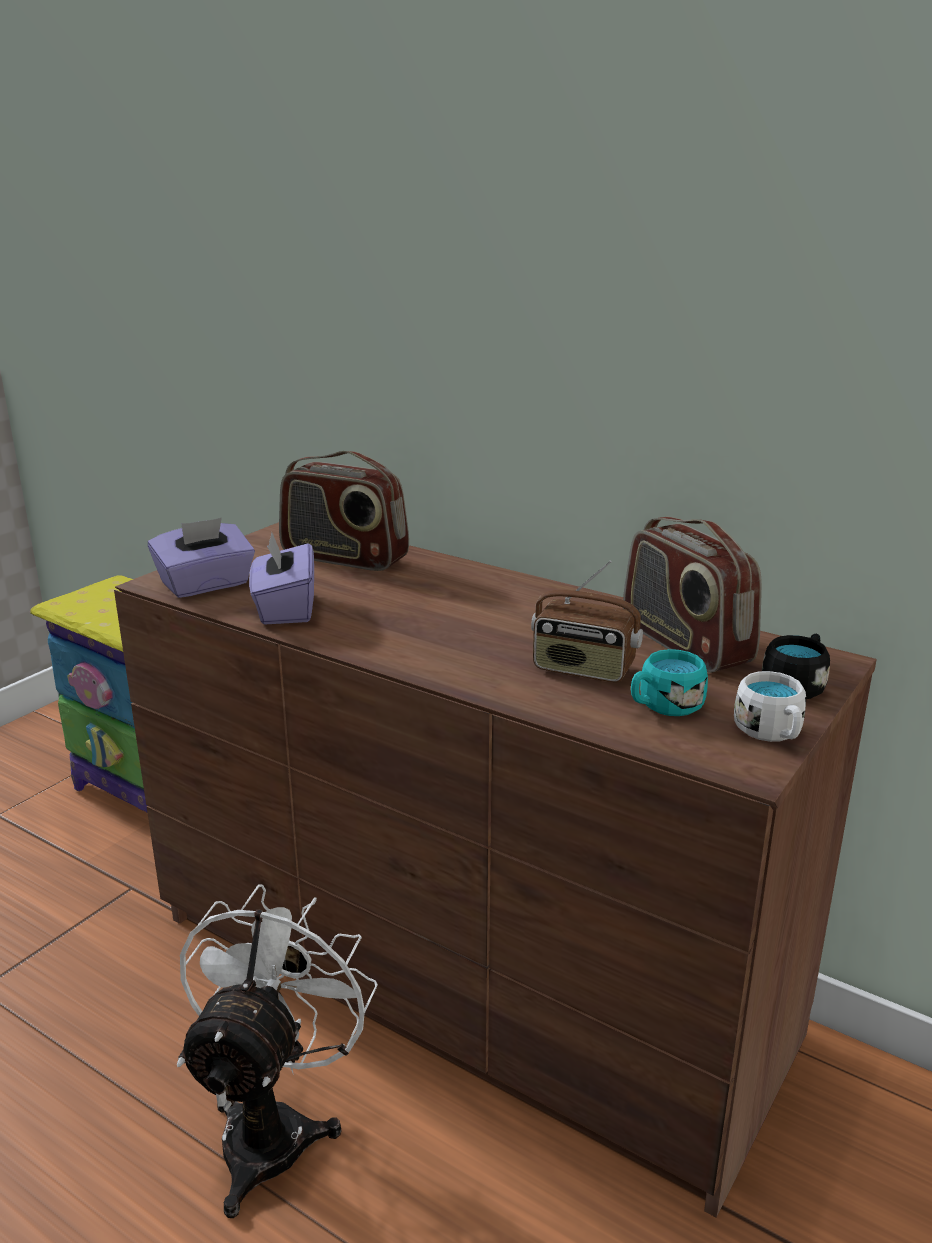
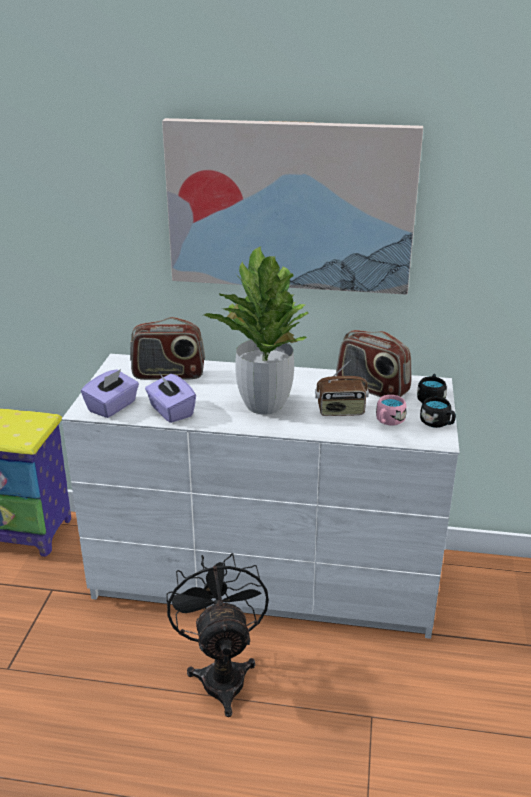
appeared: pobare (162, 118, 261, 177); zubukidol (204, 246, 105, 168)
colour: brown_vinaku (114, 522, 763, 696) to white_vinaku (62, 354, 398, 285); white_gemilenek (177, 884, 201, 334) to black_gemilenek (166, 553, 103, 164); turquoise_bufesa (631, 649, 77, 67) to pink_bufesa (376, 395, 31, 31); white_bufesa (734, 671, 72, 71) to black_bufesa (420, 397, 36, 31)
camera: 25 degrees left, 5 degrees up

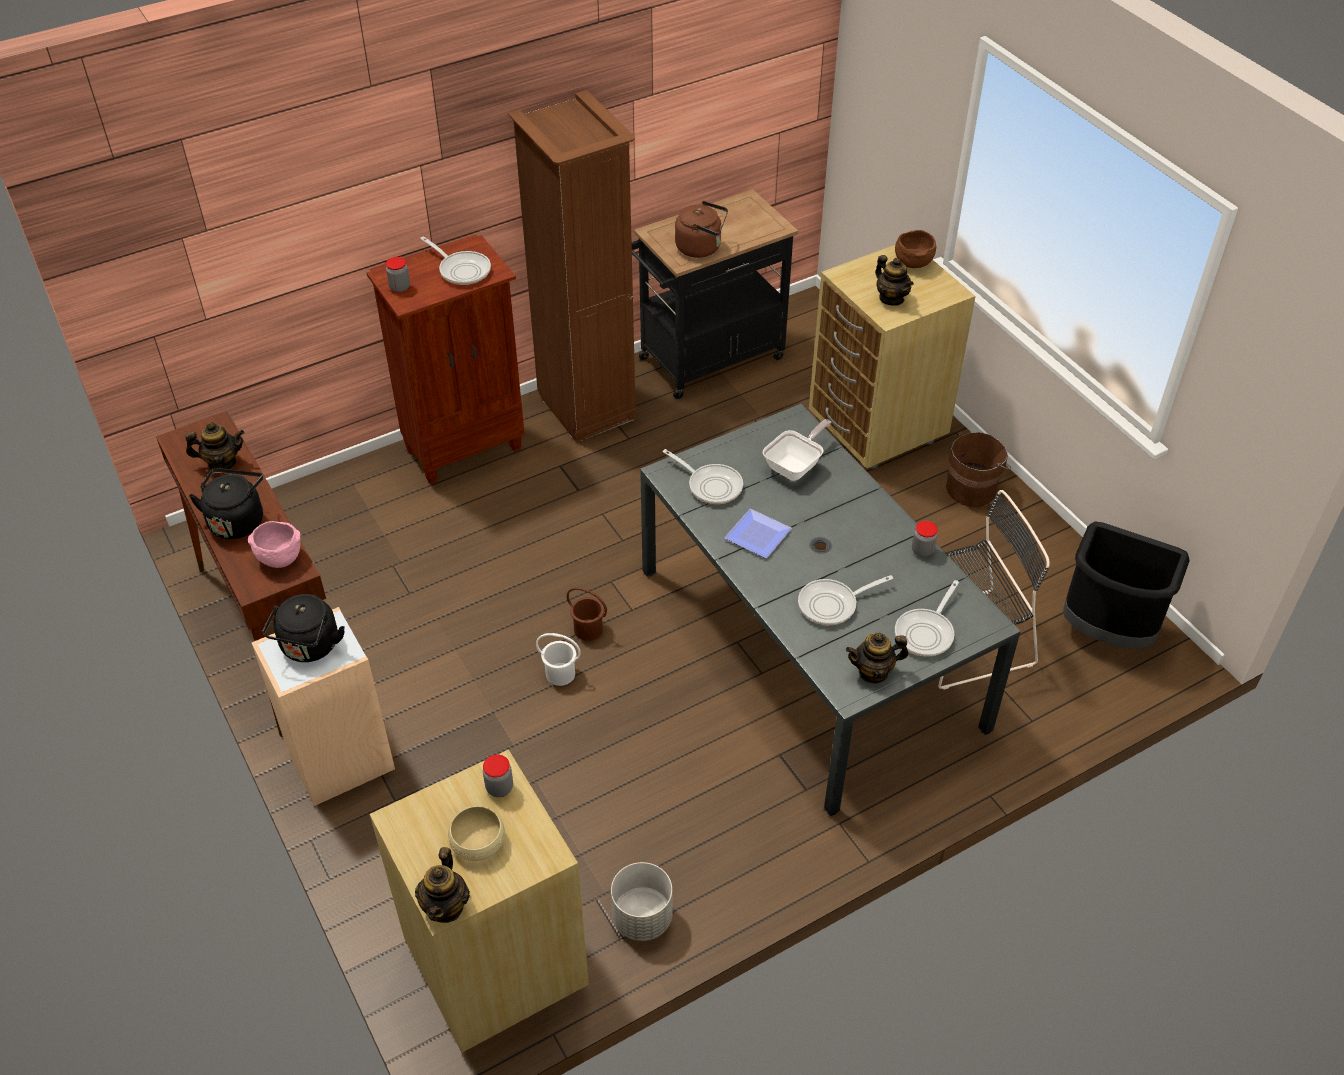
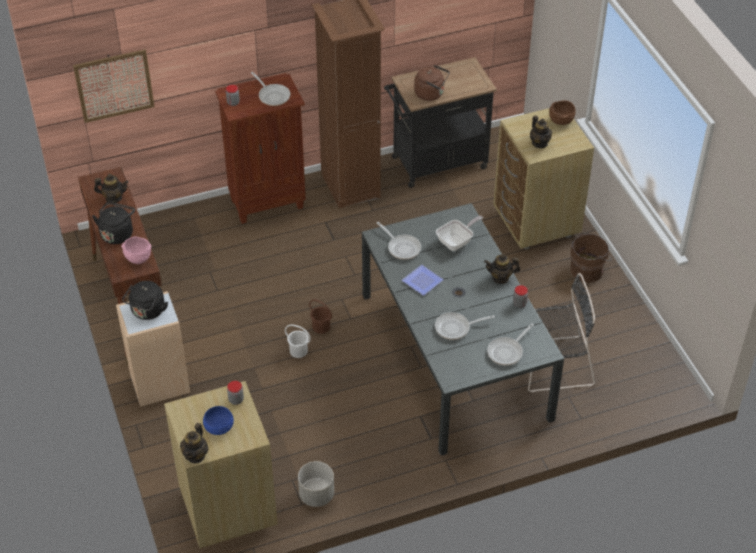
missing: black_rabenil (1063, 522, 127, 127)
appeared: pobare (73, 49, 82, 74)
relocated: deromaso (846, 633, 63, 51) to (484, 254, 37, 30)
colour: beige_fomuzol (448, 806, 57, 55) to blue_fomuzol (203, 406, 31, 29)
camera: 10 degrees right, 0 degrees up

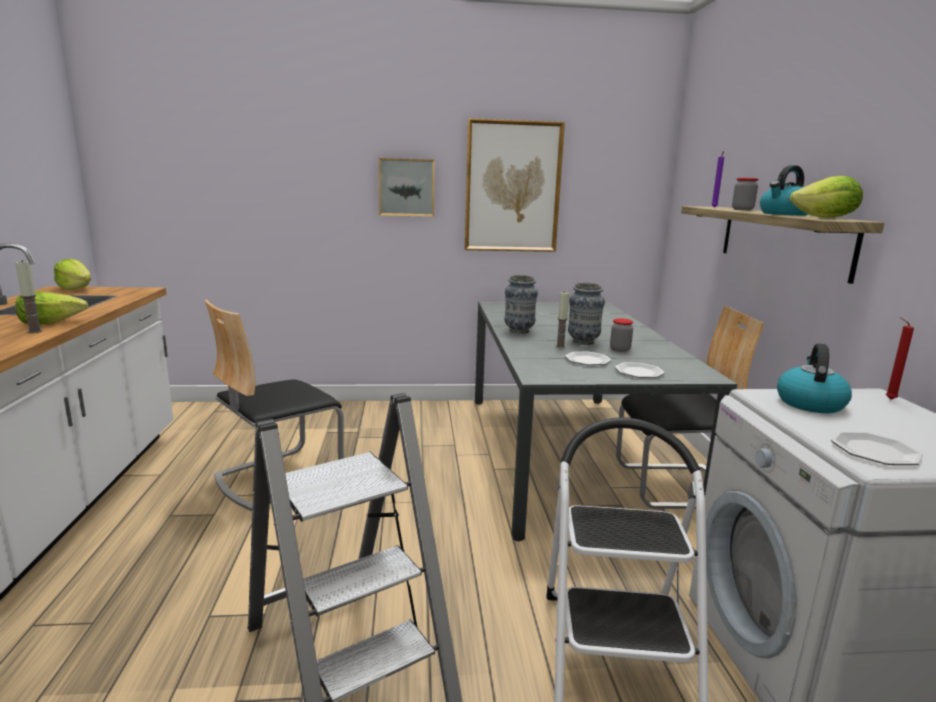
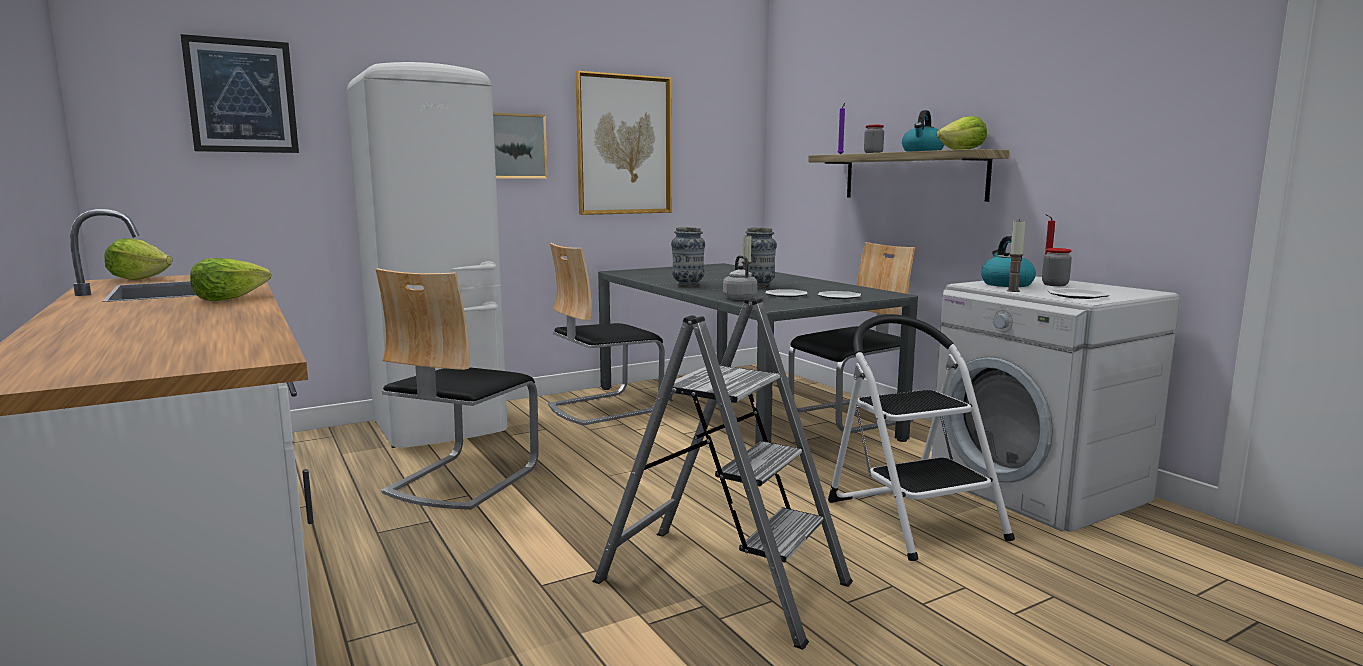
appeared: pobare (181, 34, 118, 119); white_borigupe (347, 62, 160, 386); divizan (548, 243, 117, 183); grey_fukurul (723, 256, 34, 44)
relocated: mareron (15, 260, 27, 73) to (1007, 219, 18, 73); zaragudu (610, 318, 23, 34) to (1042, 248, 30, 38)
camera: 25 degrees left, 5 degrees down

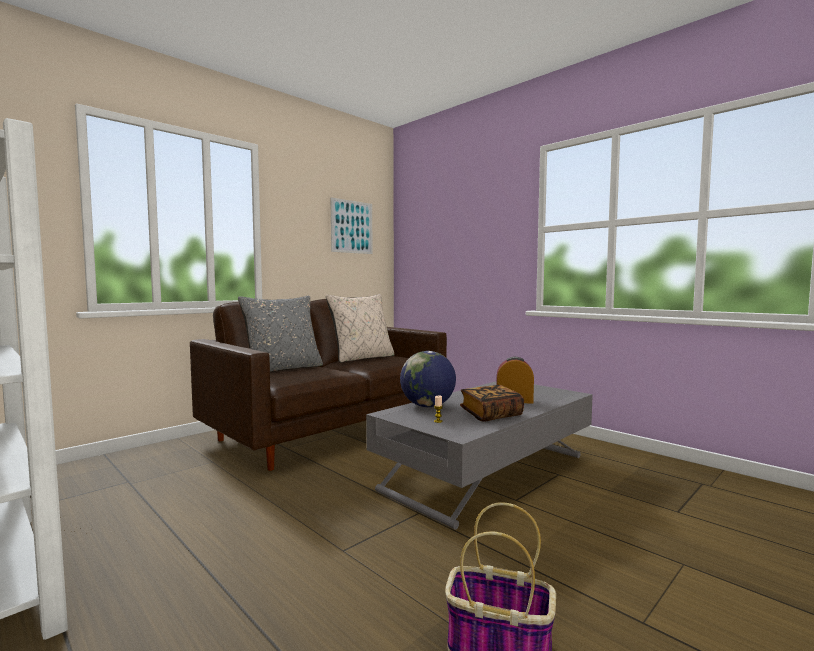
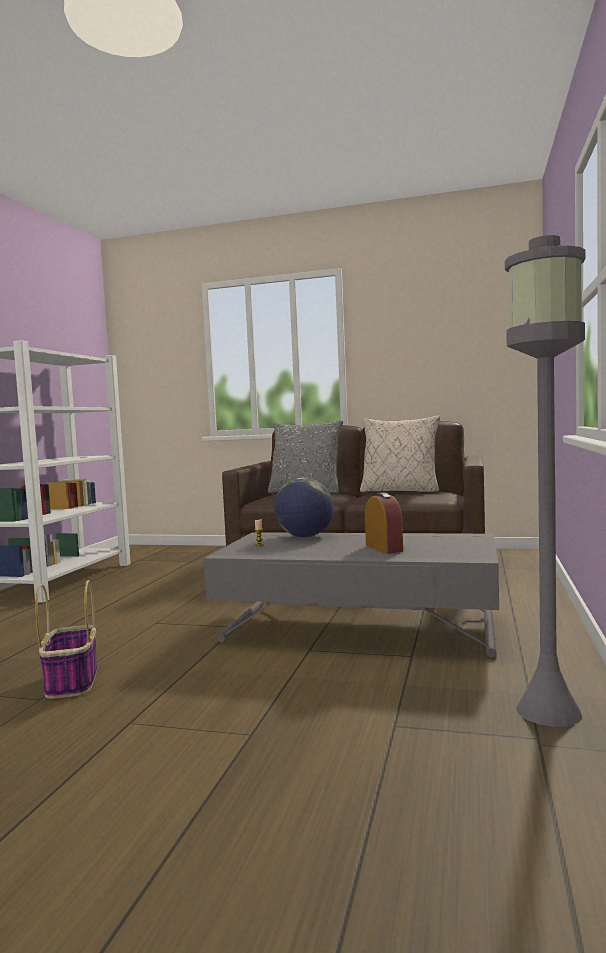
missing: pobare (331, 197, 42, 57); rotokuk (460, 385, 64, 37)
appeared: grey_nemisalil (505, 235, 81, 492)
camera: 60 degrees right, 0 degrees up

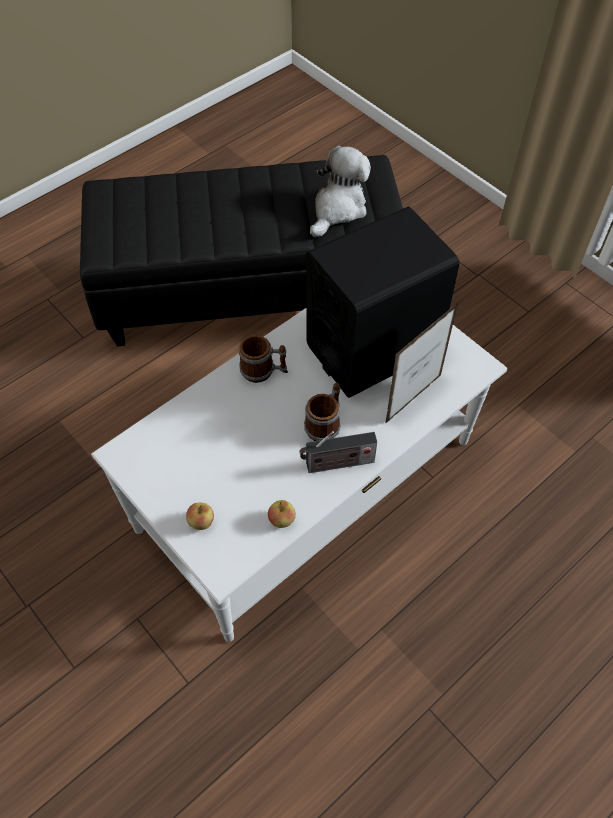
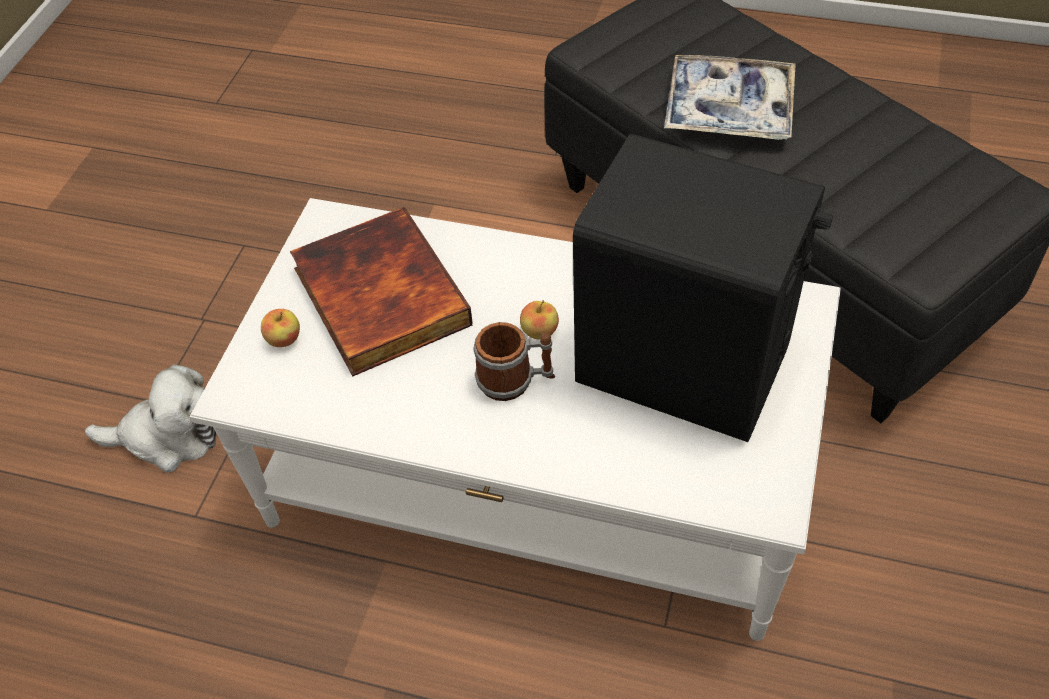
missing: bufesa (239, 335, 49, 48); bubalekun (299, 431, 78, 42); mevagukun (385, 303, 73, 121)
appeared: rotokuk (290, 207, 183, 170); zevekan (664, 55, 132, 85)
relocated: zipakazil (268, 500, 28, 28) to (520, 300, 39, 40); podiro (310, 146, 61, 91) to (85, 364, 132, 109)
camera: 60 degrees right, 5 degrees down

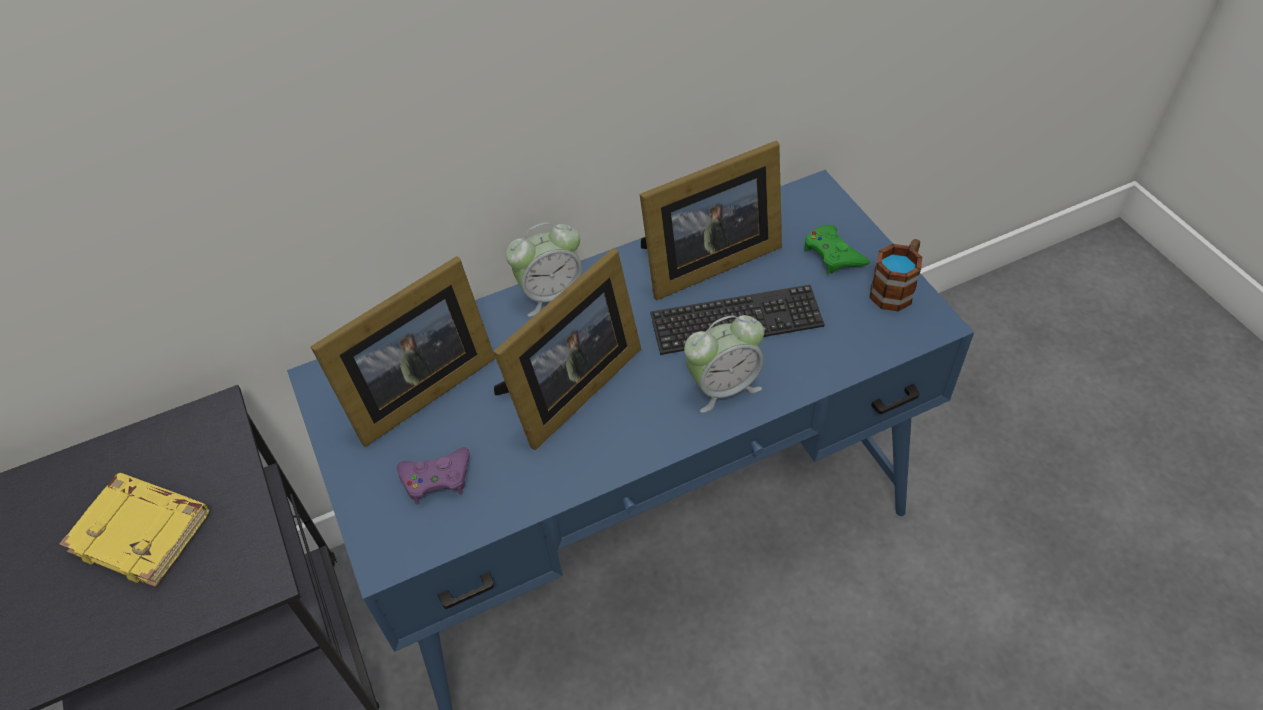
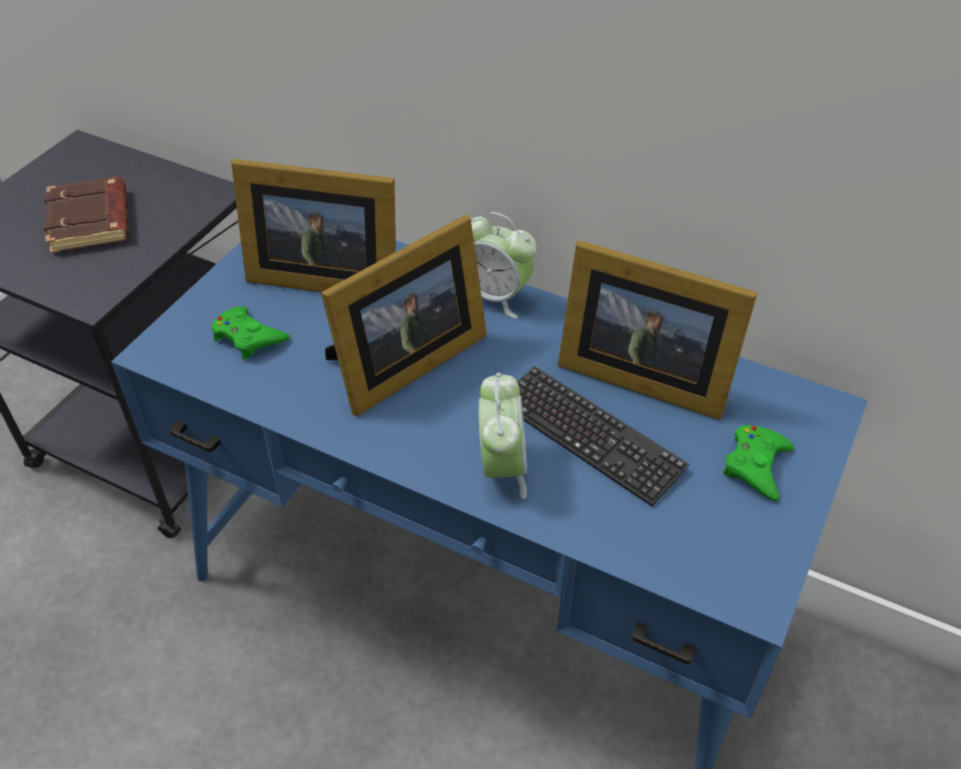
missing: bufesa (869, 239, 53, 72)
colour: yellow_rotokuk (59, 473, 150, 115) to brown_rotokuk (44, 177, 85, 76); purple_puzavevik (397, 447, 72, 58) to green_puzavevik (211, 306, 79, 54)
spun: mevagukun (493, 248, 148, 202) = (321, 214, 166, 203) 45 degrees counterclockwise; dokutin (684, 315, 80, 98) = (479, 373, 48, 126) 120 degrees counterclockwise
camera: 50 degrees right, 5 degrees down

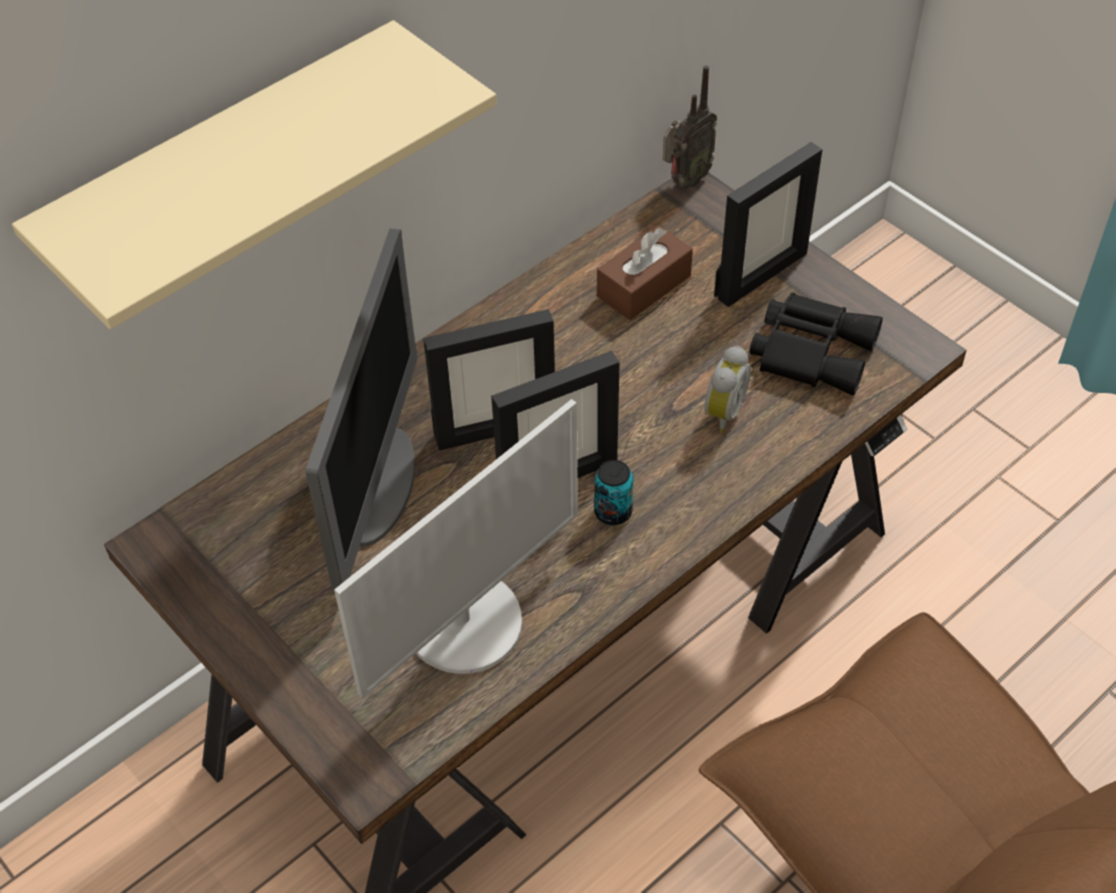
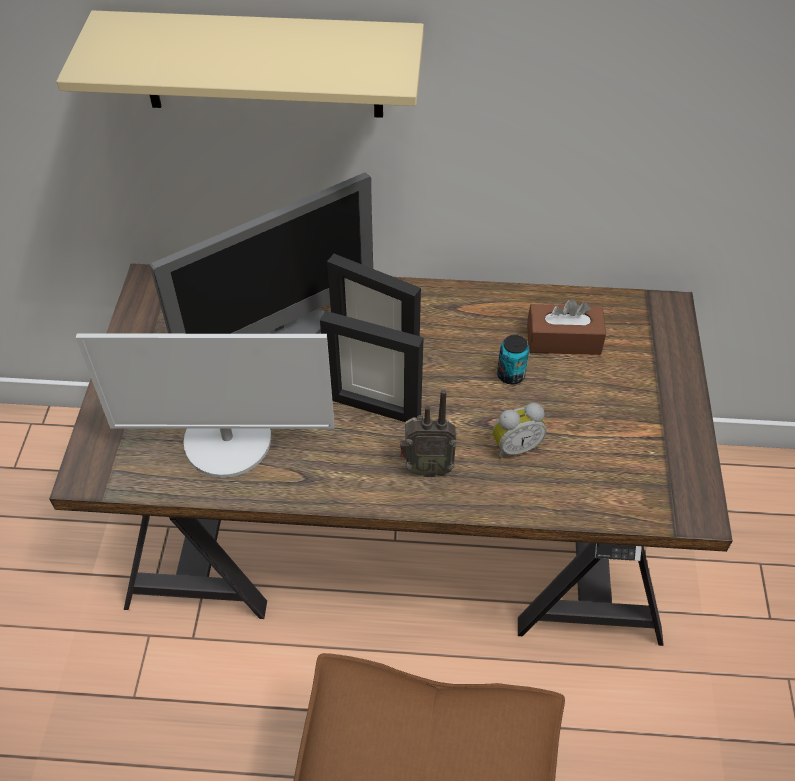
missing: mevagukun (714, 142, 108, 165); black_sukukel (749, 292, 134, 104)
relocated: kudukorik (594, 460, 39, 65) to (497, 335, 32, 50); bubalekun (663, 66, 54, 123) to (400, 389, 57, 88)
camera: 45 degrees right, 0 degrees up

